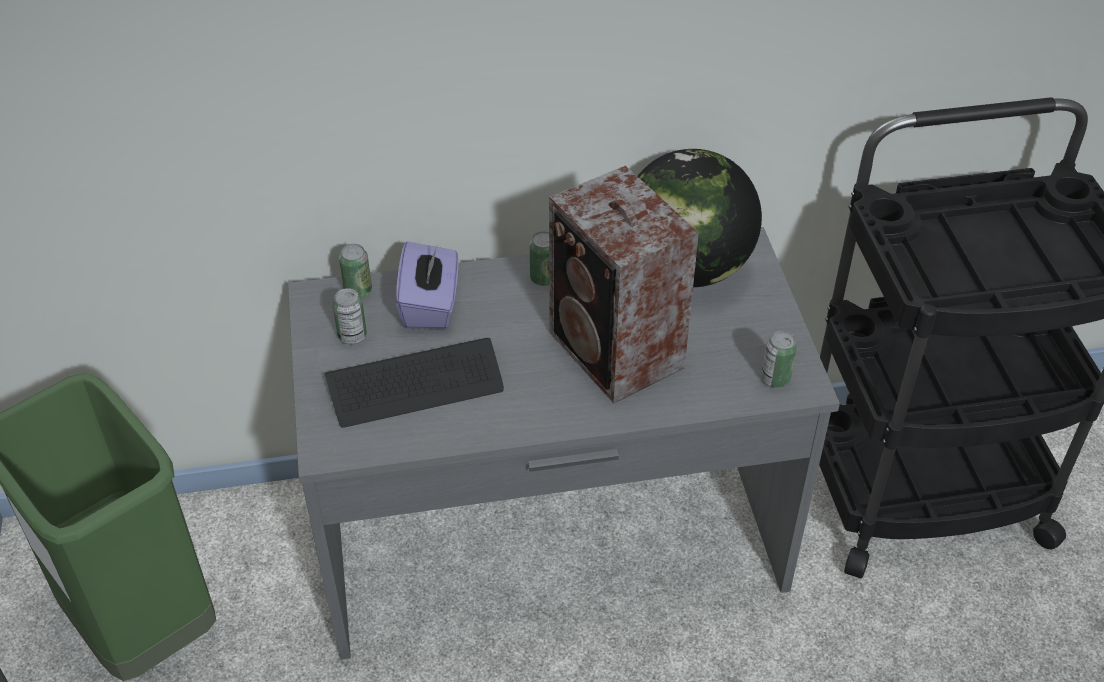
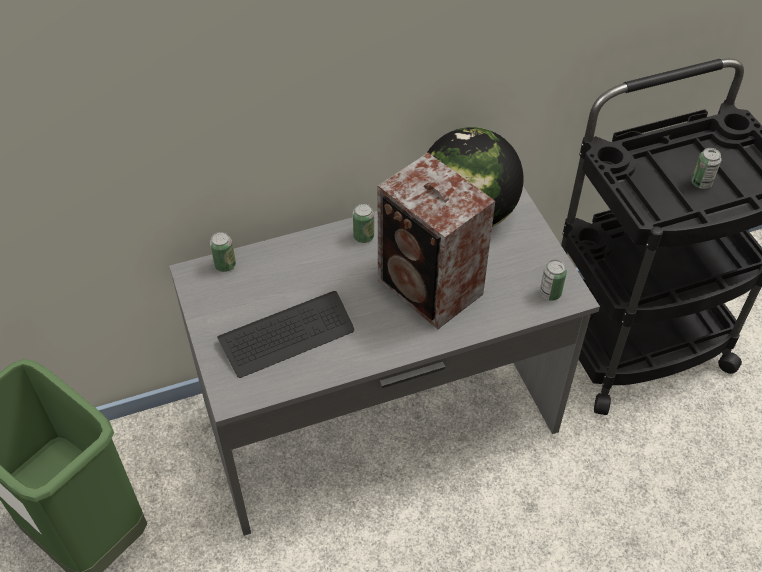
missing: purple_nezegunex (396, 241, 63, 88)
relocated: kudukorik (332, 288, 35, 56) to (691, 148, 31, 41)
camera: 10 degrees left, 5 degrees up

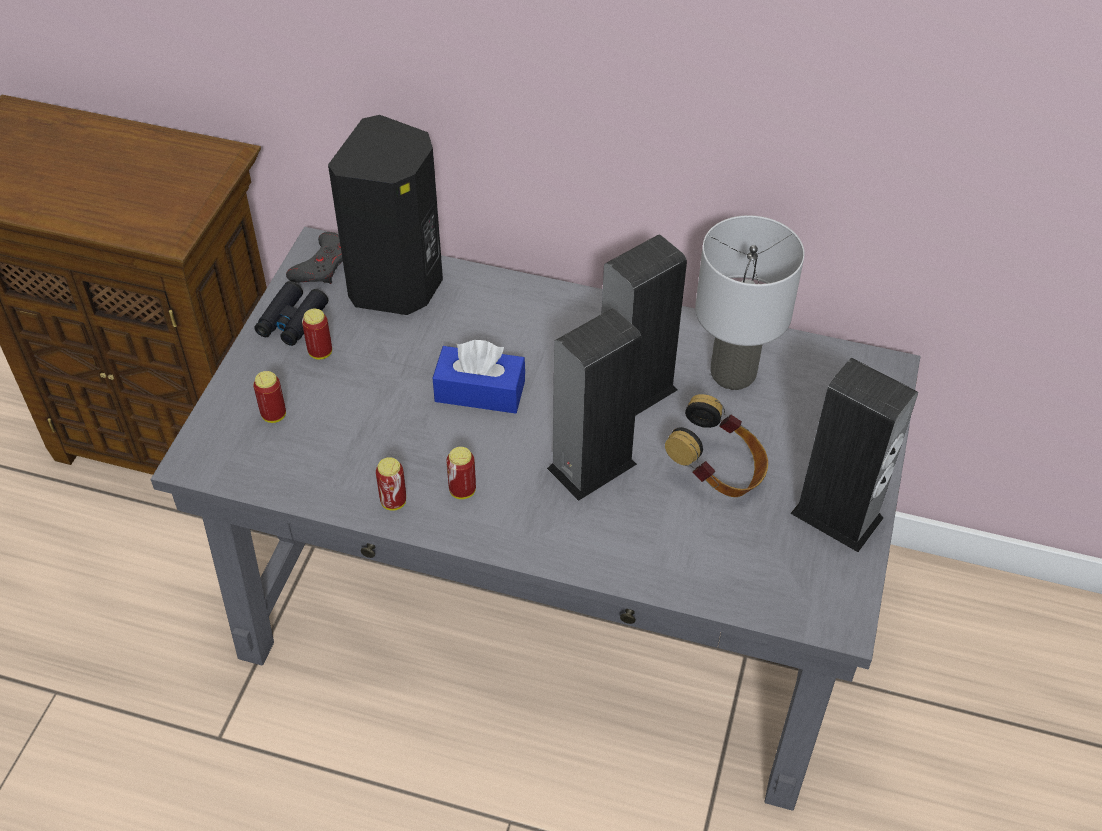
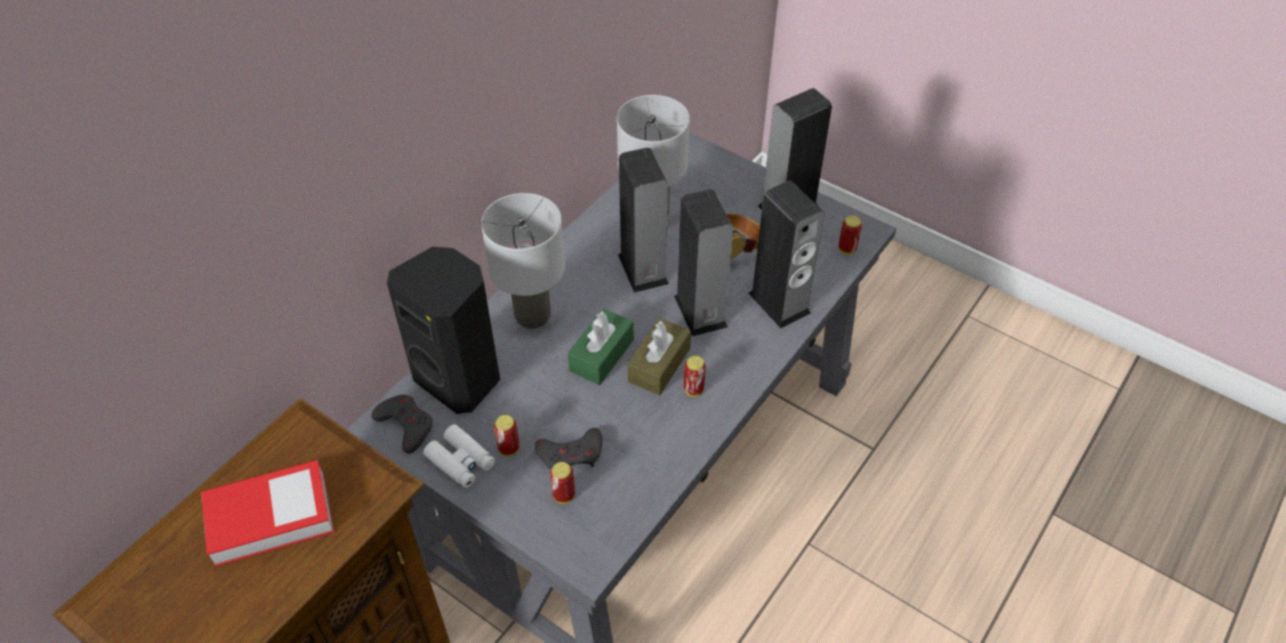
appeared: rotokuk (201, 460, 133, 107); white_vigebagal (481, 193, 84, 136); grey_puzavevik (535, 428, 67, 41); brown_nezegunex (628, 318, 63, 77); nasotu (748, 180, 77, 148)
relocated: kudukorik (376, 457, 30, 54) to (838, 215, 24, 39)
colour: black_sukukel (255, 281, 73, 65) to white_sukukel (423, 424, 72, 64); blue_nezegunex (433, 340, 92, 74) to green_nezegunex (568, 308, 66, 77)
camera: 70 degrees left, 0 degrees up

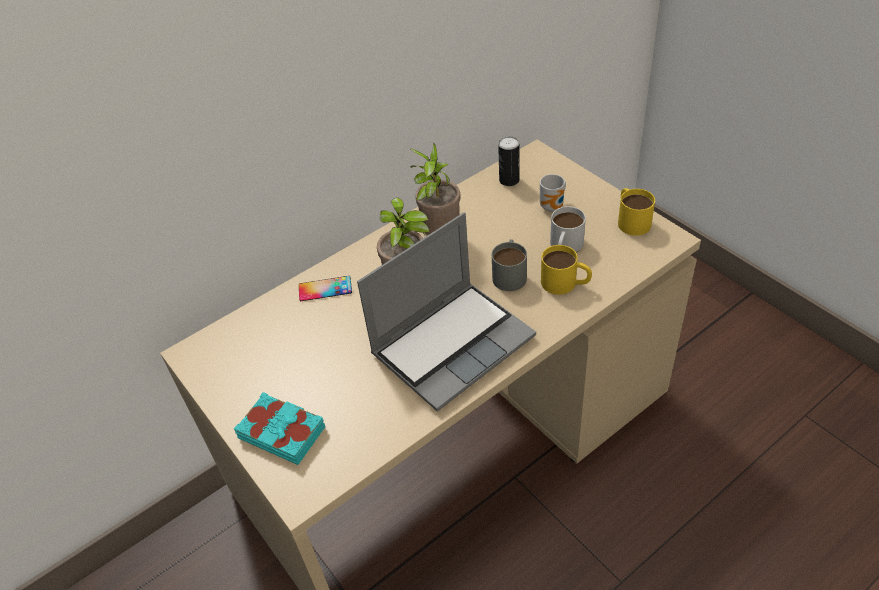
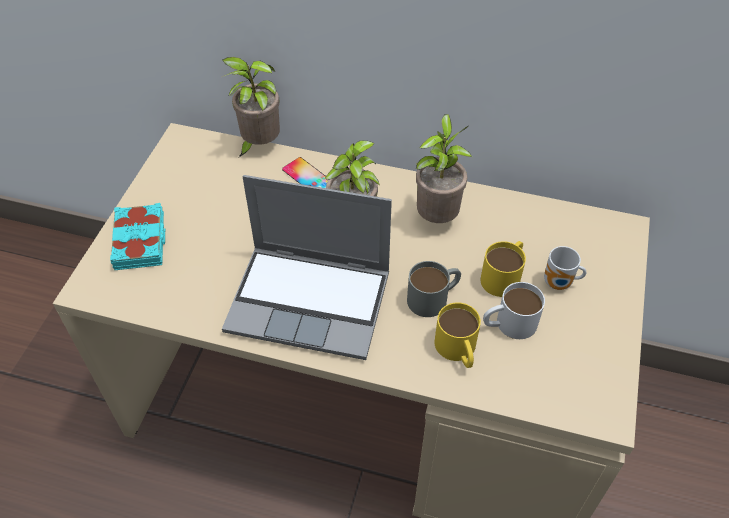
missing: kudukorik (498, 136, 22, 50)
appeared: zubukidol (222, 57, 58, 100)
relocated: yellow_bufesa (618, 188, 37, 48) to (480, 241, 46, 56)
camera: 50 degrees right, 5 degrees up

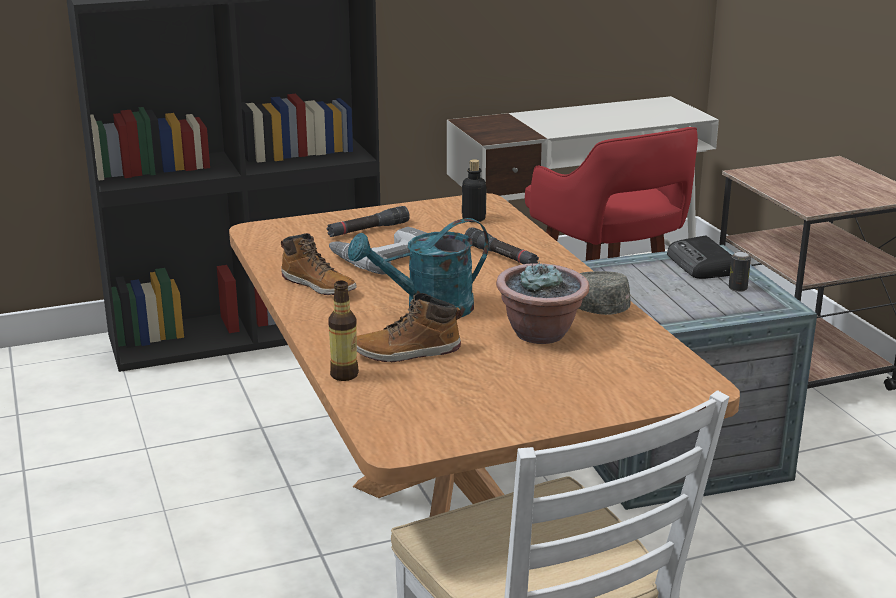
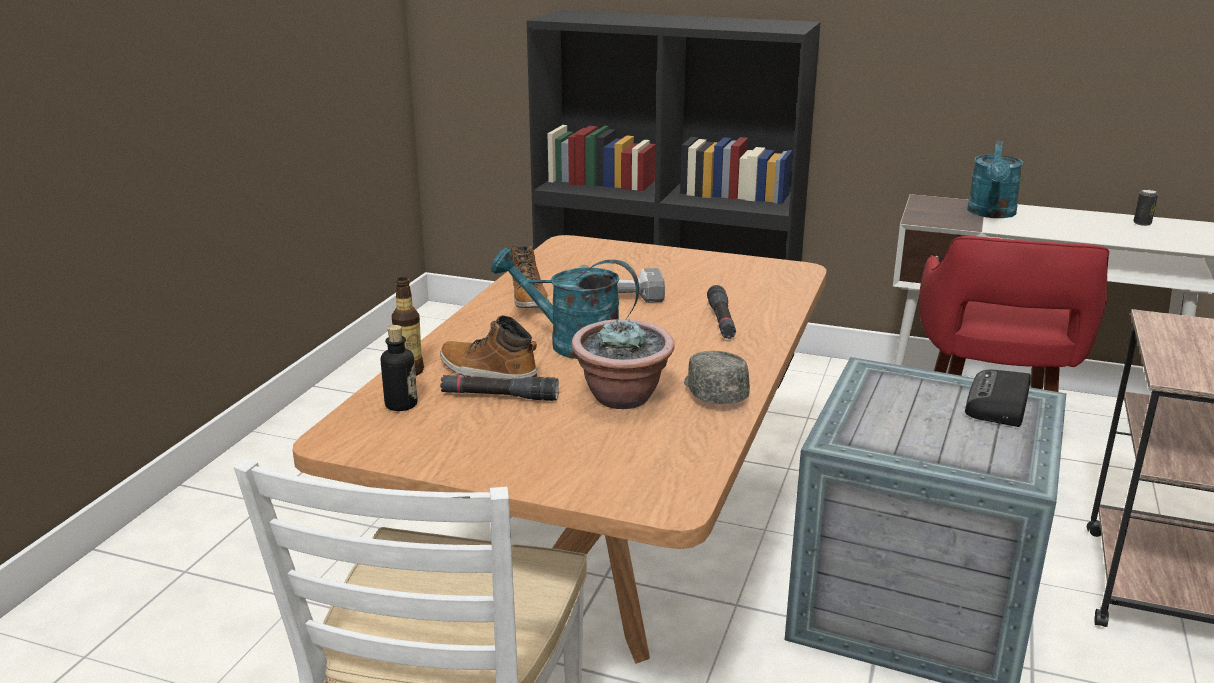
appeared: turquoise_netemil (967, 140, 56, 78)
relocated: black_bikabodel (327, 206, 83, 31) to (440, 375, 119, 26); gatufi (462, 159, 25, 63) to (381, 325, 37, 86); kudukorik (729, 251, 22, 41) to (1133, 189, 25, 37)
camera: 40 degrees right, 0 degrees up

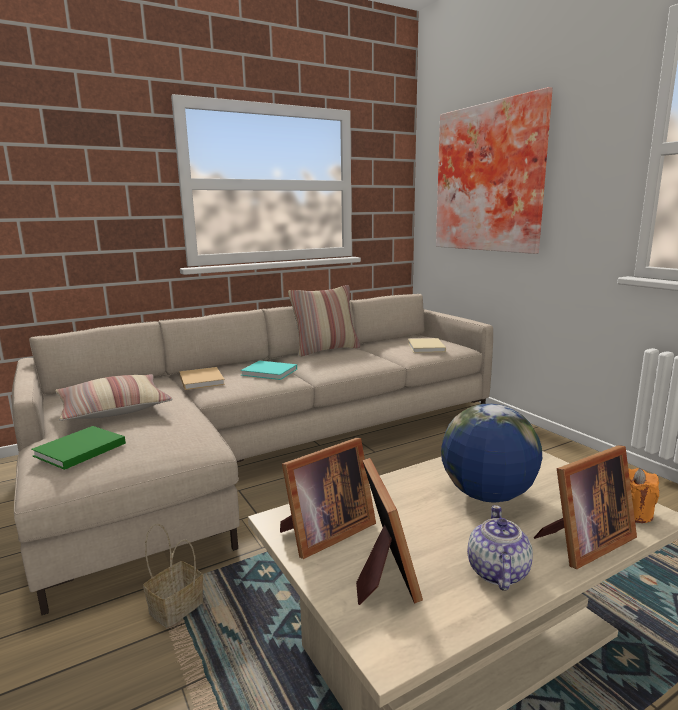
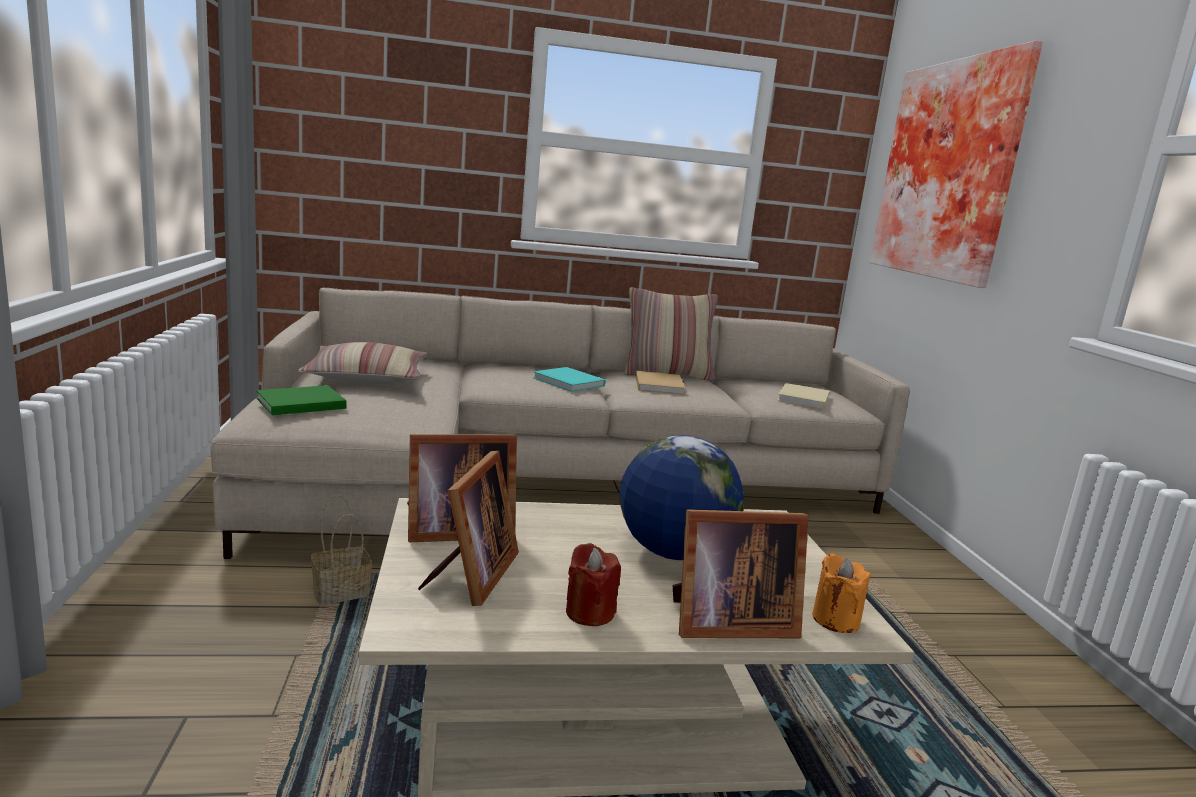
relocated: beige_rotokuk (179, 367, 46, 23) to (635, 371, 50, 24)
exchanged: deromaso (467, 505, 66, 86) to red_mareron (566, 543, 55, 83)
camera: 20 degrees right, 0 degrees up

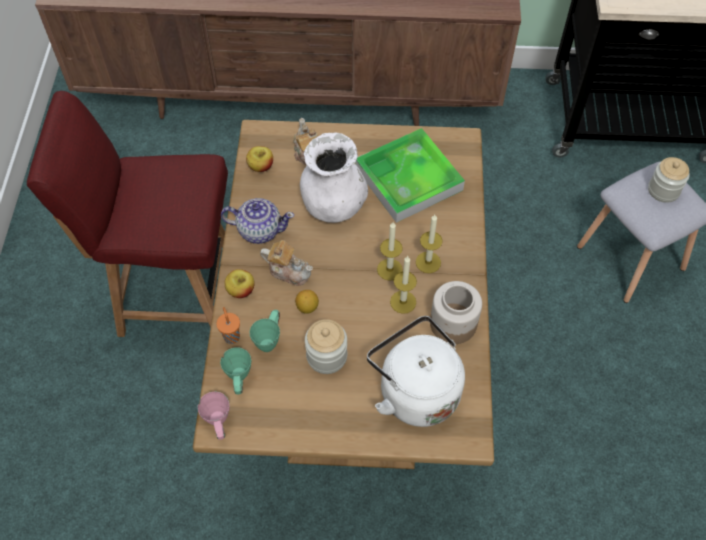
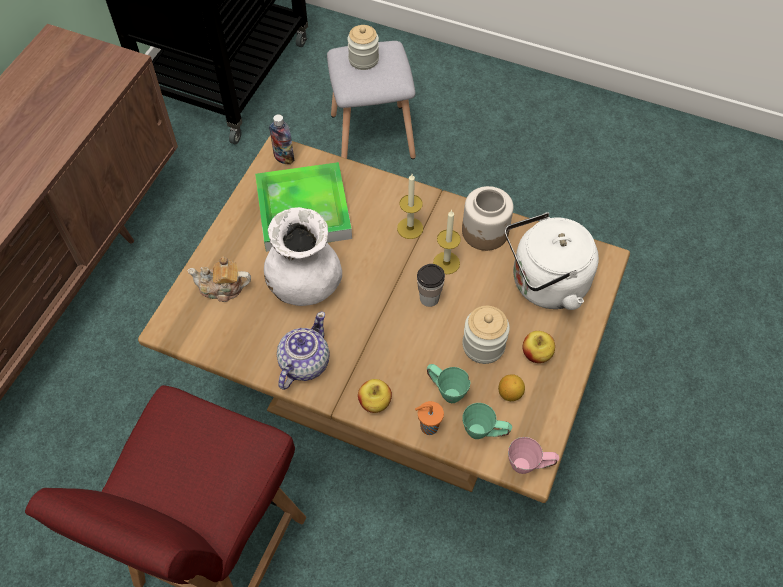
missing: deromaso (260, 240, 53, 46); mareron (377, 222, 26, 59)
appeared: gatufi (269, 114, 25, 50); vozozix (417, 264, 28, 43)
relocated: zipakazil (246, 146, 27, 26) to (523, 331, 32, 32); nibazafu (295, 290, 24, 24) to (498, 374, 27, 27)
camera: 70 degrees left, 0 degrees up

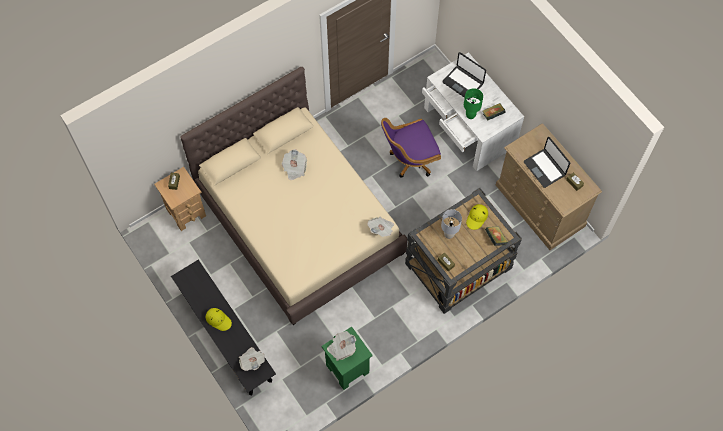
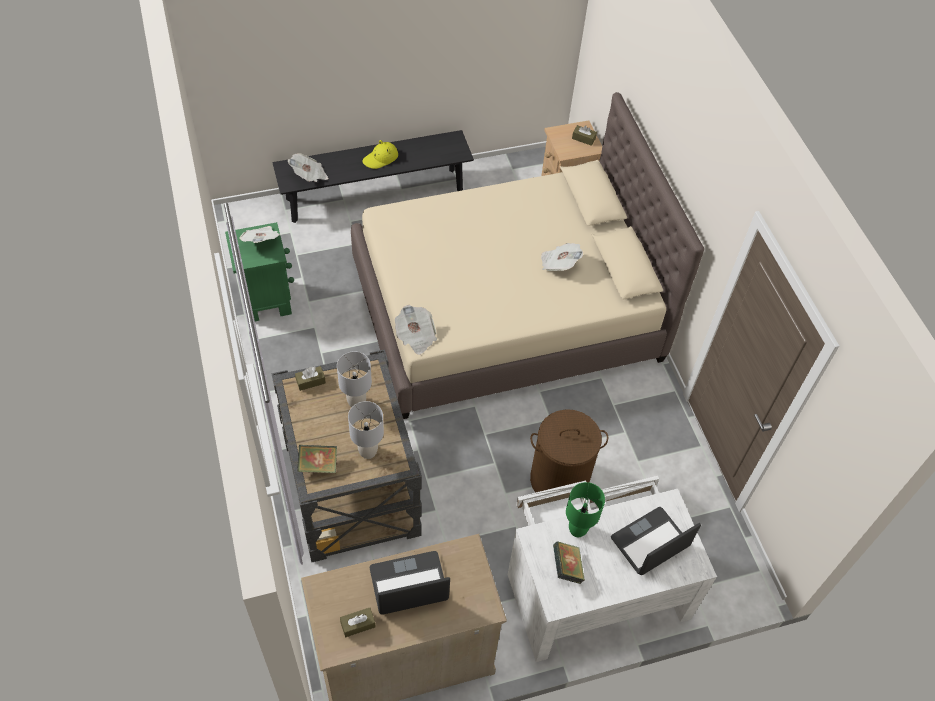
exchanged: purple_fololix (381, 118, 60, 59) to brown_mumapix (530, 409, 78, 84); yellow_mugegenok (466, 204, 22, 26) to grey_vigebagal (348, 401, 36, 58)
camera: 105 degrees right, 10 degrees down

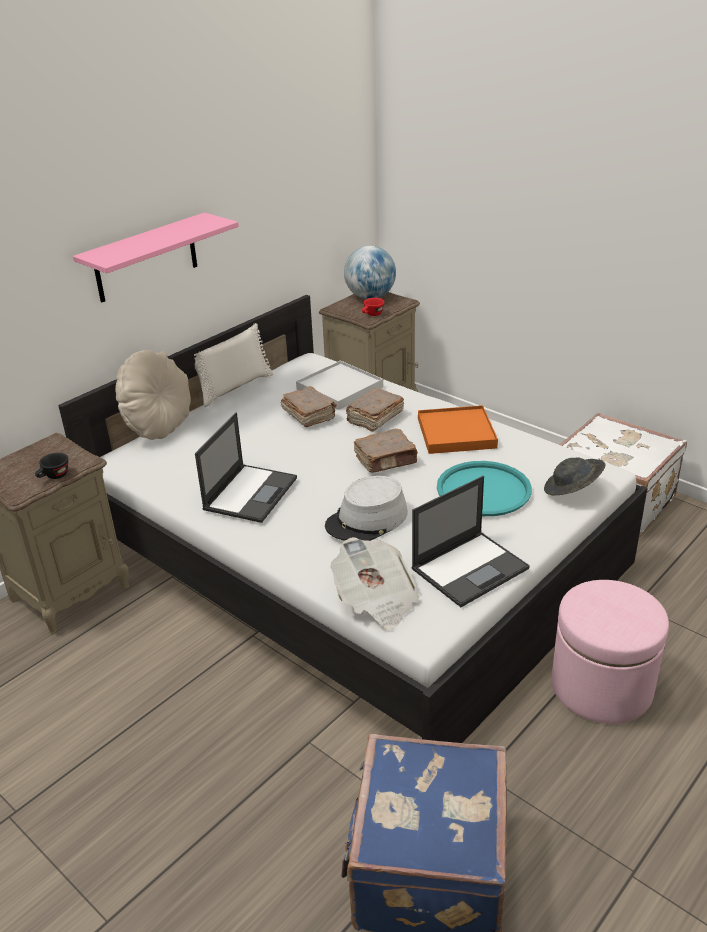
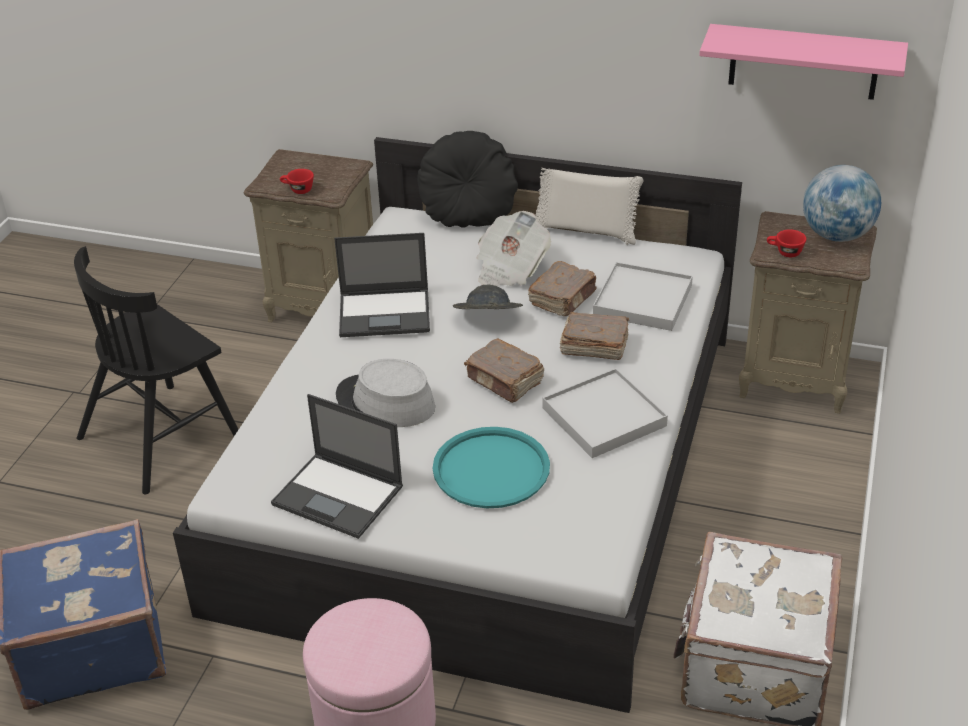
appeared: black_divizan (74, 246, 165, 248)
relocated: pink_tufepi (73, 213, 166, 90) to (699, 24, 209, 76); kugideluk (330, 537, 90, 92) to (476, 211, 75, 75); grey_mugegenok (544, 458, 62, 38) to (453, 285, 70, 24)
colour: black_vozozix (35, 453, 33, 26) to red_vozozix (280, 169, 34, 25); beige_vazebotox (115, 350, 76, 90) to black_vazebotox (417, 131, 101, 97); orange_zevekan (418, 405, 80, 49) to white_zevekan (543, 368, 125, 90)
camera: 65 degrees right, 5 degrees up

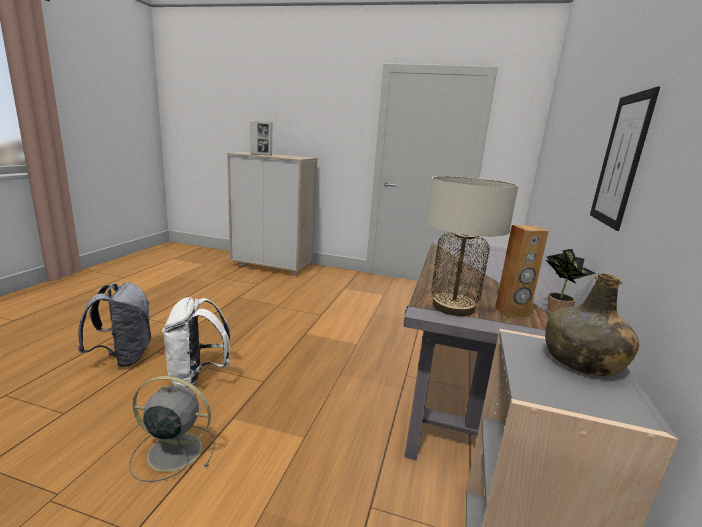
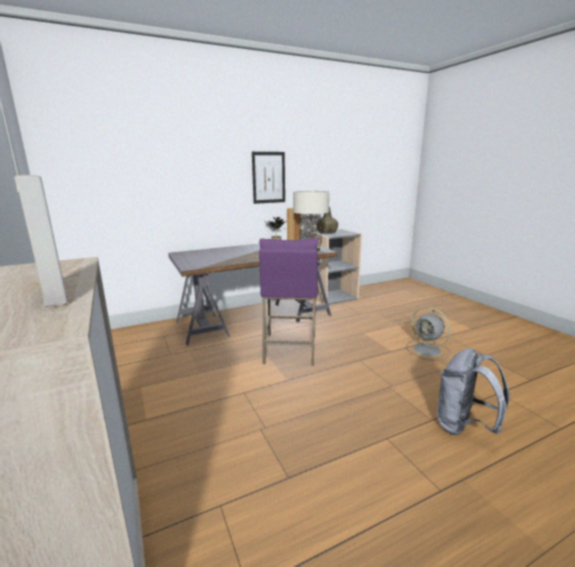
missing: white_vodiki (162, 297, 69, 91)
appeared: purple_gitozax (259, 238, 60, 128)
camera: 130 degrees left, 0 degrees up

